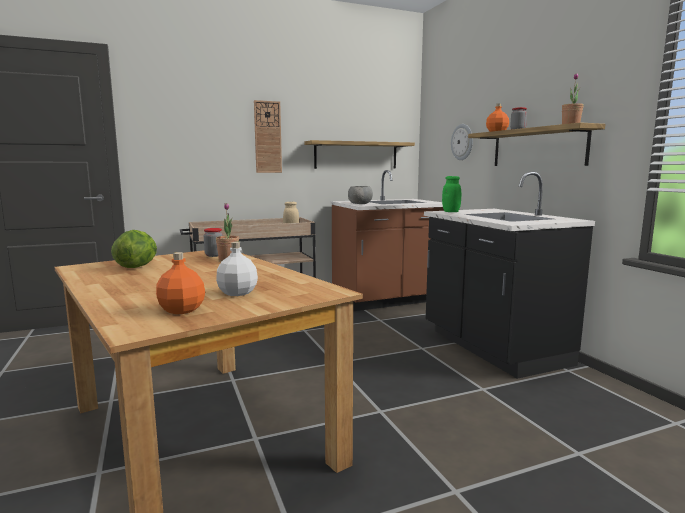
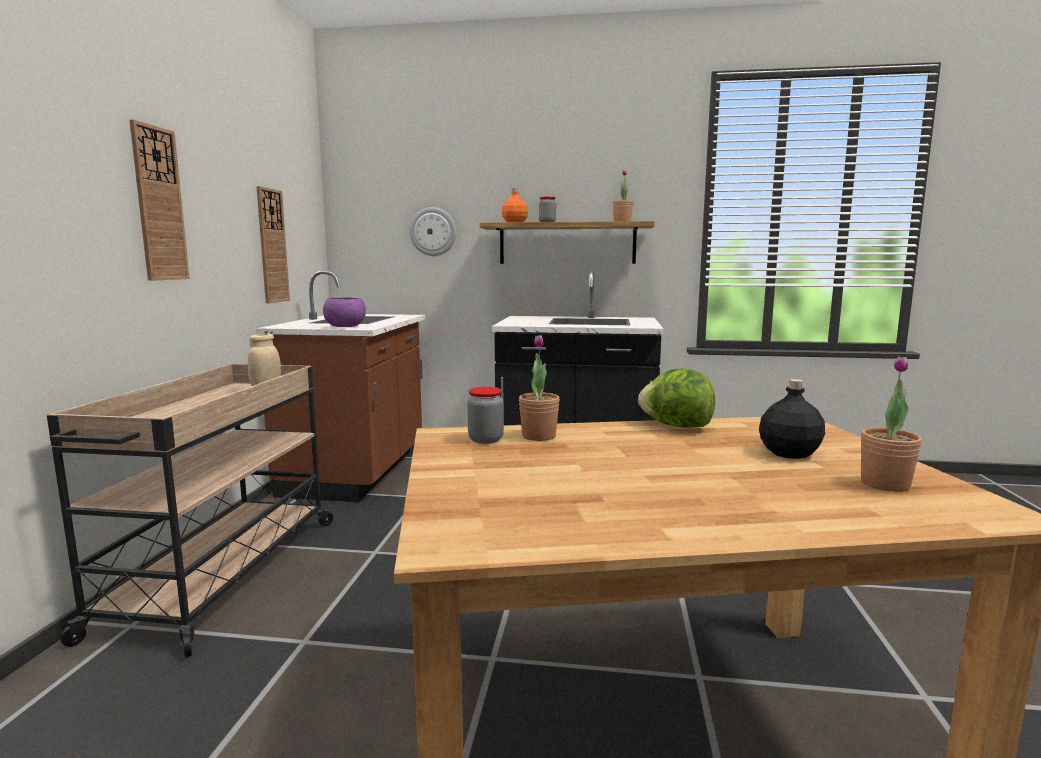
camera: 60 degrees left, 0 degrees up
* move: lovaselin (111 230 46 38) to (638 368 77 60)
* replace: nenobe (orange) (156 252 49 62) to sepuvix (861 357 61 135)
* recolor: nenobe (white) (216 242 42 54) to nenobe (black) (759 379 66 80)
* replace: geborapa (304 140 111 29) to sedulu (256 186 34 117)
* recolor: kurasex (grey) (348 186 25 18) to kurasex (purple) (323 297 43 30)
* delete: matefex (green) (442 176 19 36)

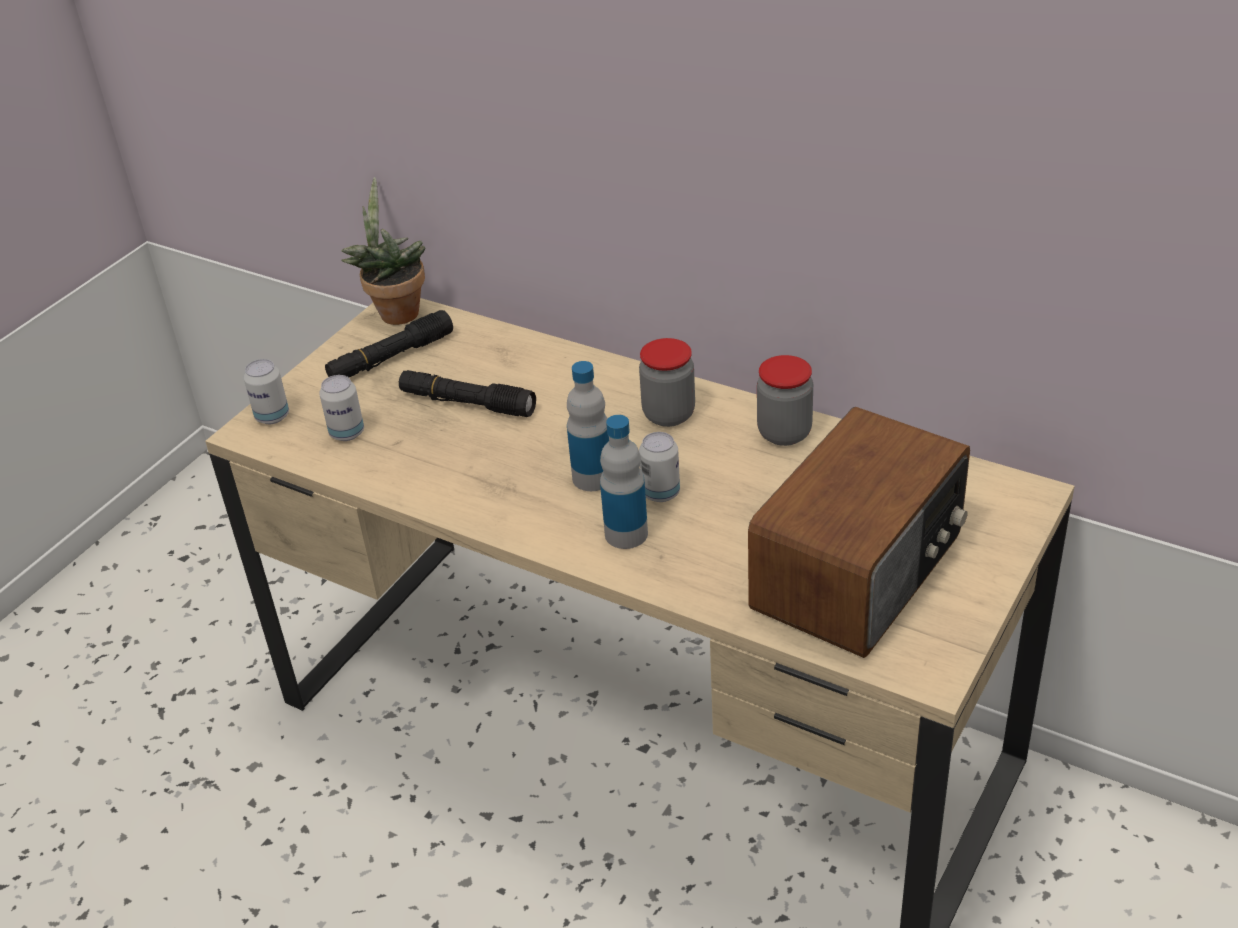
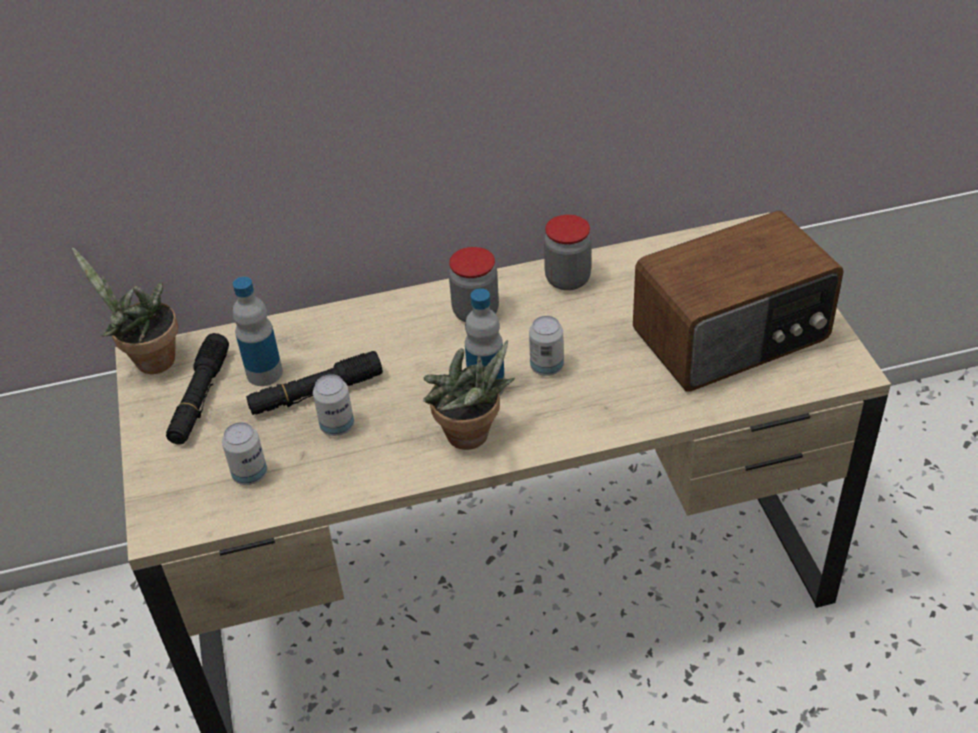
camera: 45 degrees left, 5 degrees up
* move: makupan (244 359 45 65) to (313 374 41 62)
* move: nenobe (600 415 48 134) to (233 277 50 109)
* rotate: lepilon (748 407 222 251) = (633 211 211 181) 75 degrees clockwise
* insert: sepuvix (423 340 92 110)

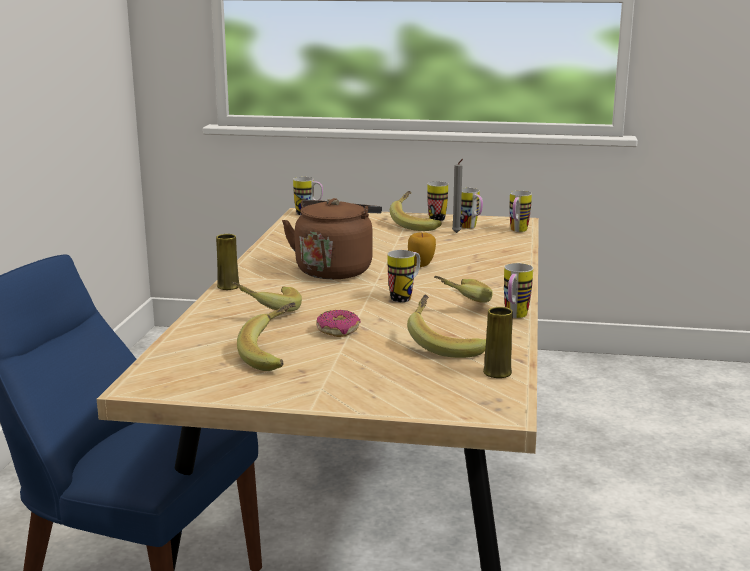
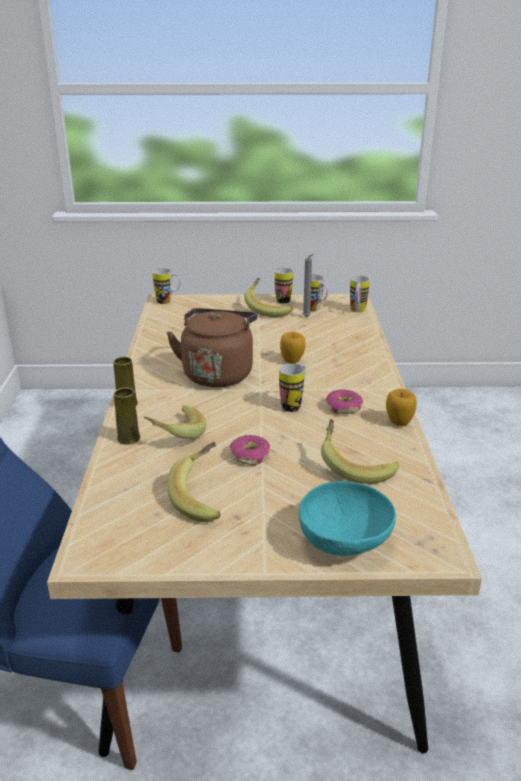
camera: 10 degrees left, 10 degrees up
* replace: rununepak (434 276 59 27) to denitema (326 389 37 25)
* move: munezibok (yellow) (483 307 30 71) to (114 388 26 57)
* replace: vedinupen (504 263 29 55) to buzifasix (386 389 31 37)
* insert: kurasex (turquoise) (299 481 97 75)

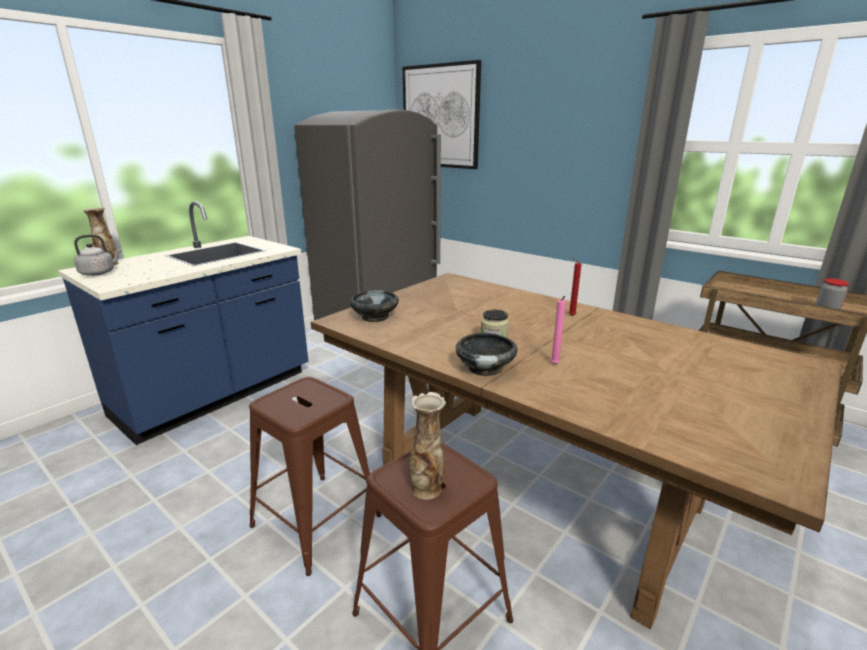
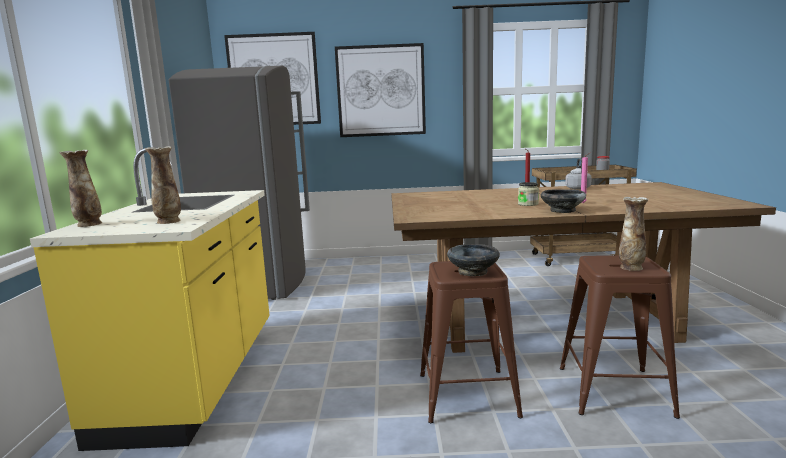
camera: 40 degrees left, 10 degrees down
* recolor: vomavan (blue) (58 201 250 244) to vomavan (yellow) (30 148 240 303)
* move: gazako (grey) (74 234 48 42) to (565 158 27 32)
* move: kurasex (black) (350 290 49 32) to (447 244 53 32)
* insert: munezibok (145 146 36 78)
* insert: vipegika (335 43 91 94)

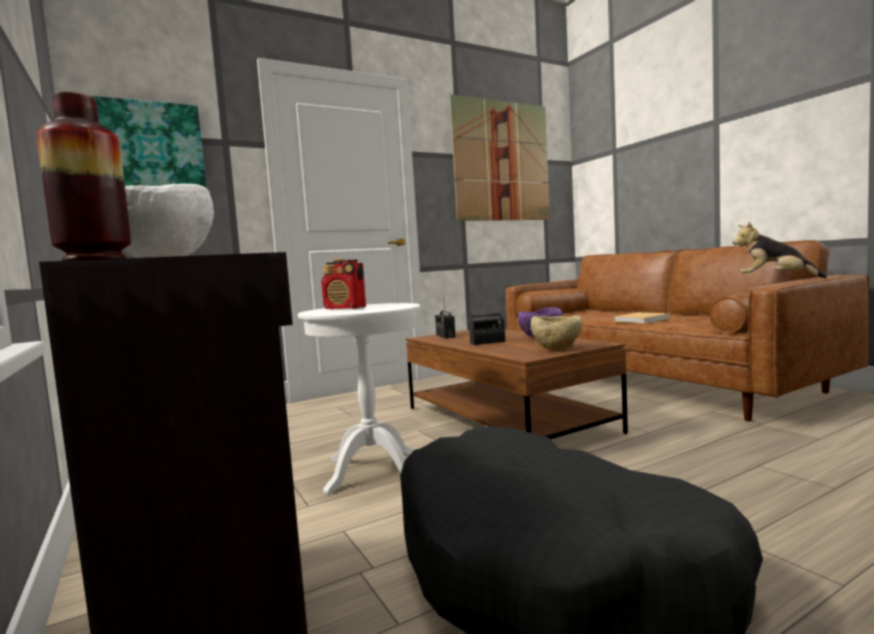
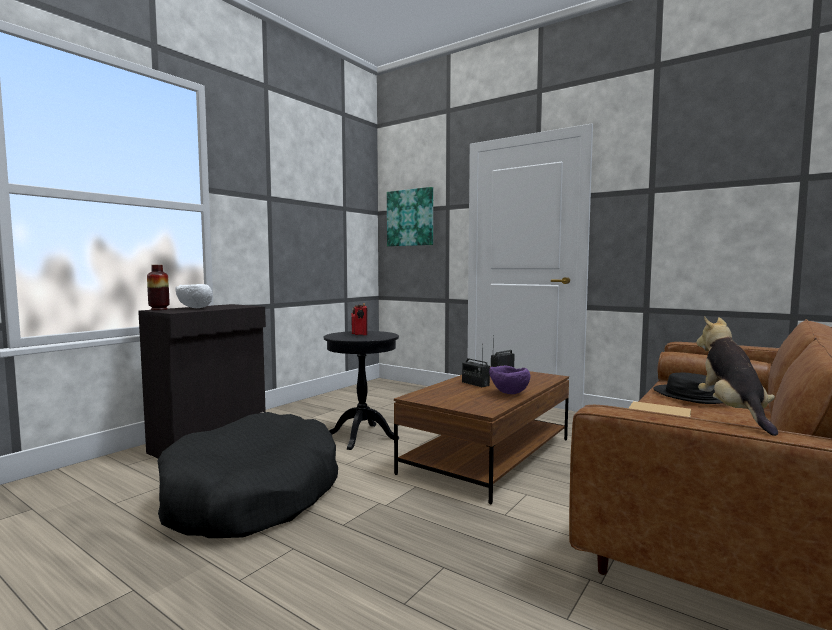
camera: 65 degrees right, 0 degrees up
* recolor: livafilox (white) (298 303 122 192) to livafilox (black) (324 331 75 119)
* delete: vipegika (450 94 100 127)
* delete: kurasex (beige) (531 315 52 35)
* insert: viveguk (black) (653 373 70 31)

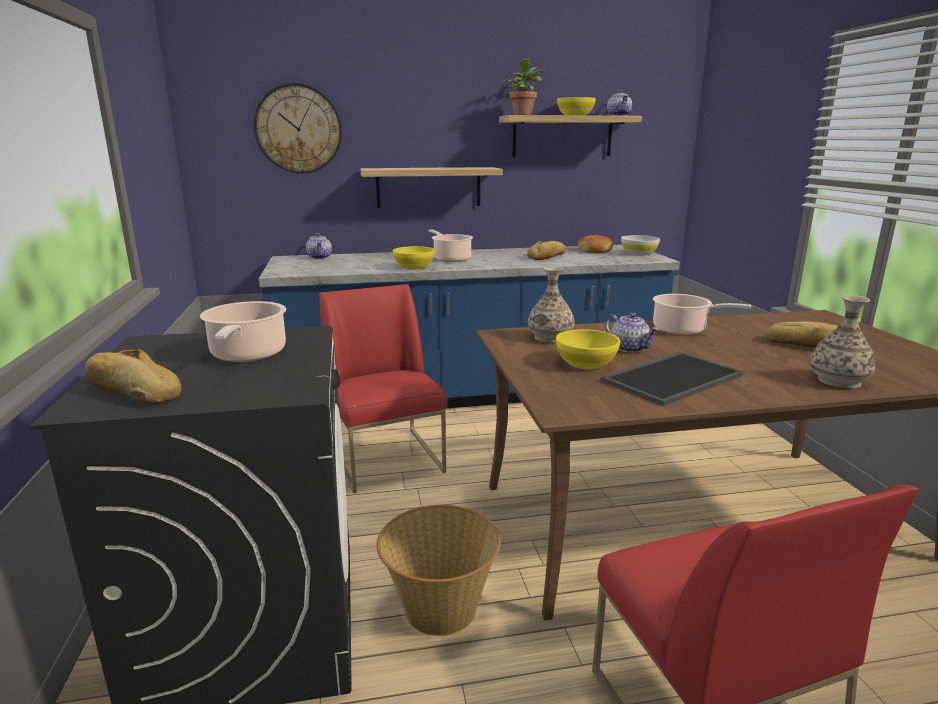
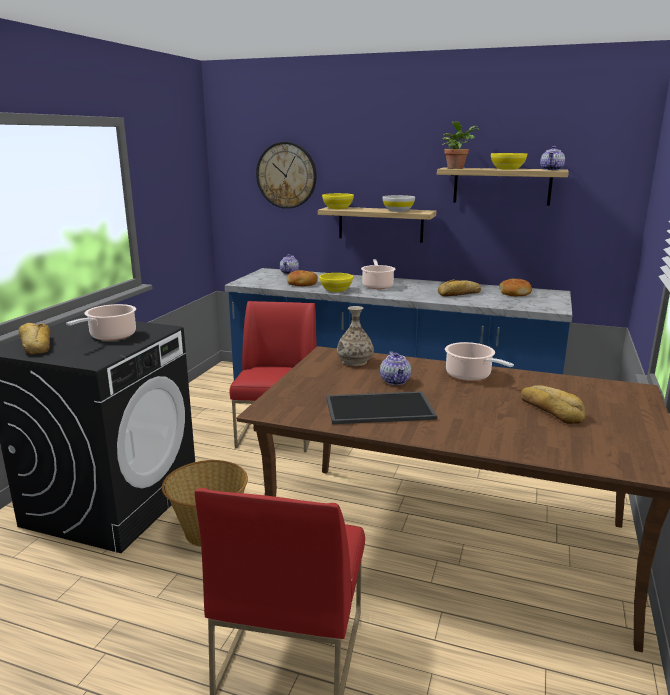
camera: 30 degrees right, 0 degrees up
* move: kurasex (yellow) (556 329 64 40) to (322 193 32 16)
* move: kurasex (white) (621 235 39 21) to (382 195 33 17)
* delete: munezibok (810 295 66 94)
* insert: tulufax (287 270 31 16)

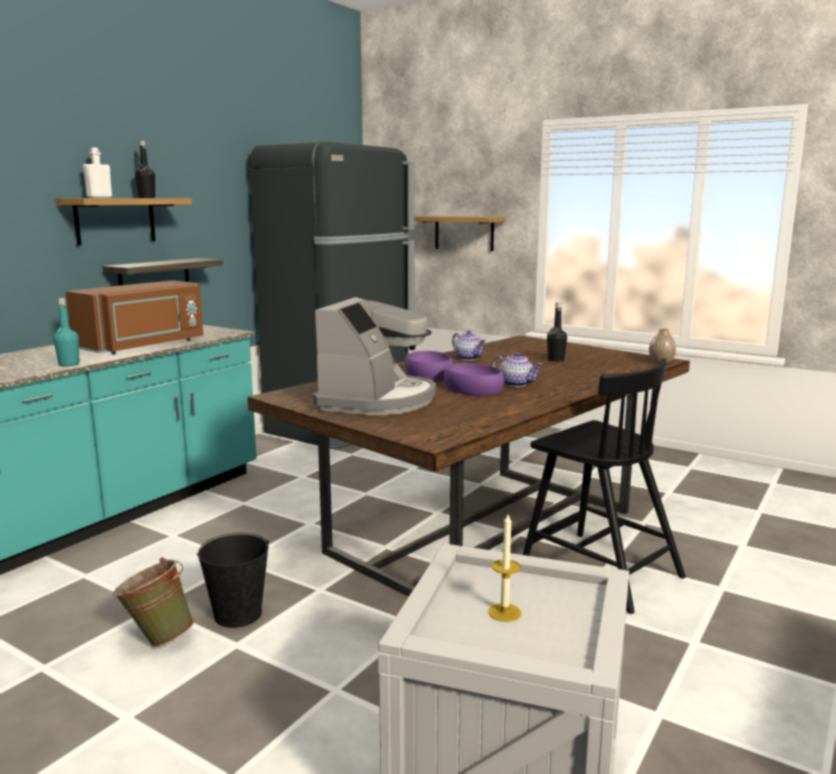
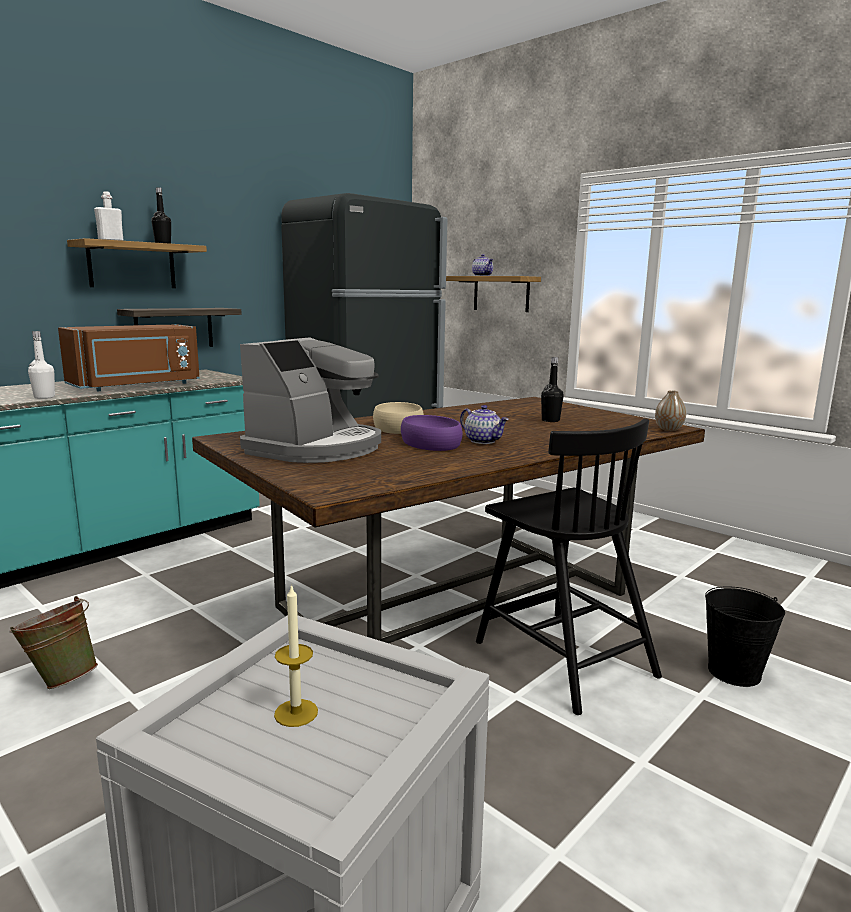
camera: 10 degrees right, 0 degrees up
* recolor: nenobe (turquoise) (53 298 27 69) to nenobe (white) (28 331 27 68)
* move: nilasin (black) (197 533 72 95) to (705 586 80 101)
* recolor: kurasex (purple) (405 351 48 31) to kurasex (beige) (373 402 51 32)
* move: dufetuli (452 330 34 30) to (472 254 21 22)

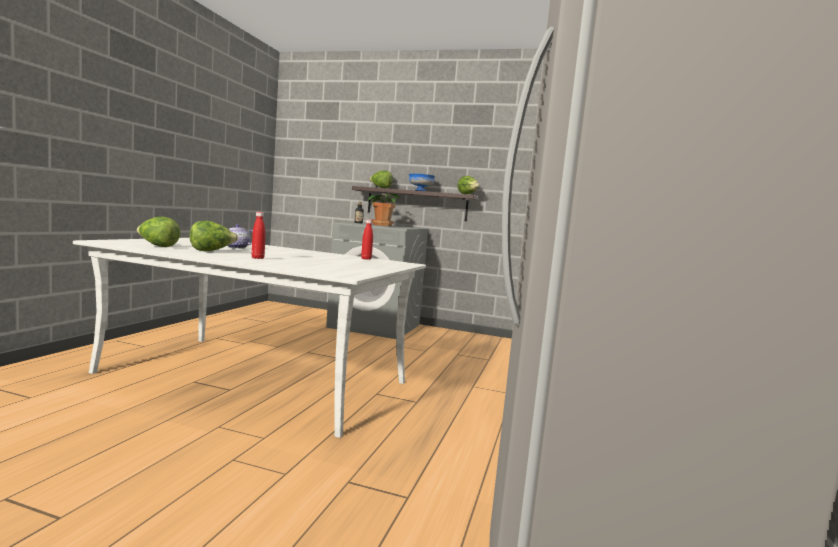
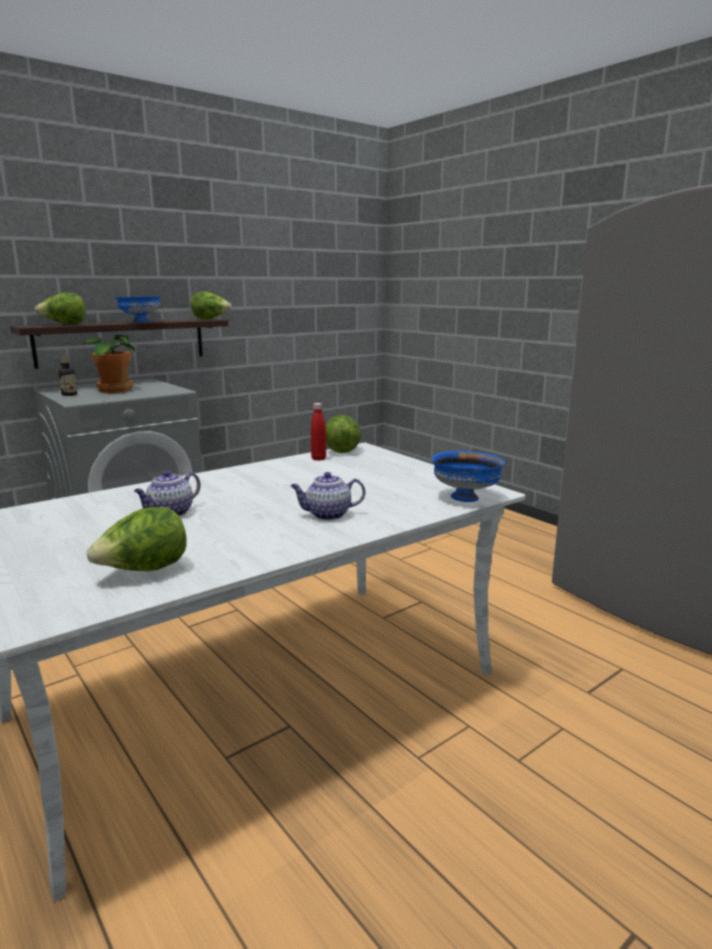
camera: 55 degrees left, 10 degrees up
* move: lovaselin (190 221 48 30) to (326 415 35 38)
* replace: nenobe (red) (252 212 13 47) to dufetuli (290 472 75 48)
* insert: kurasex (blue) (432 451 73 51)

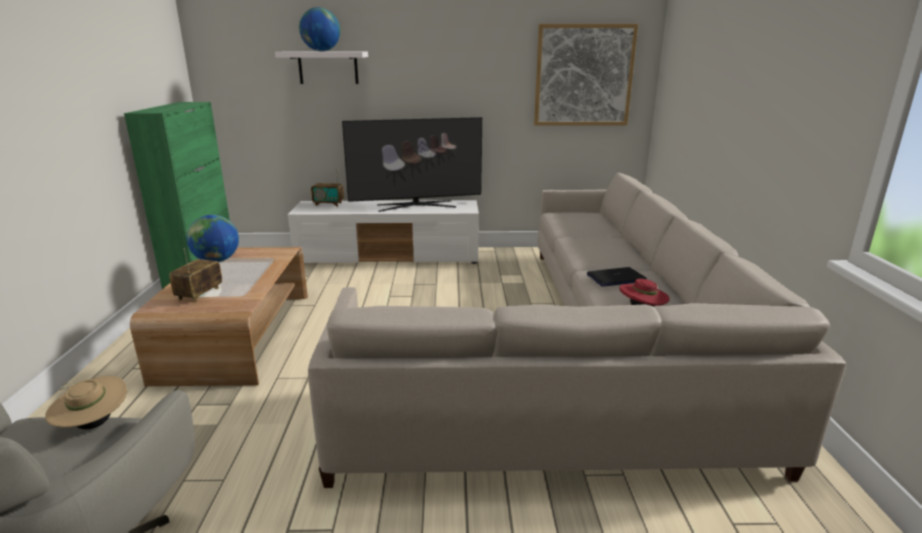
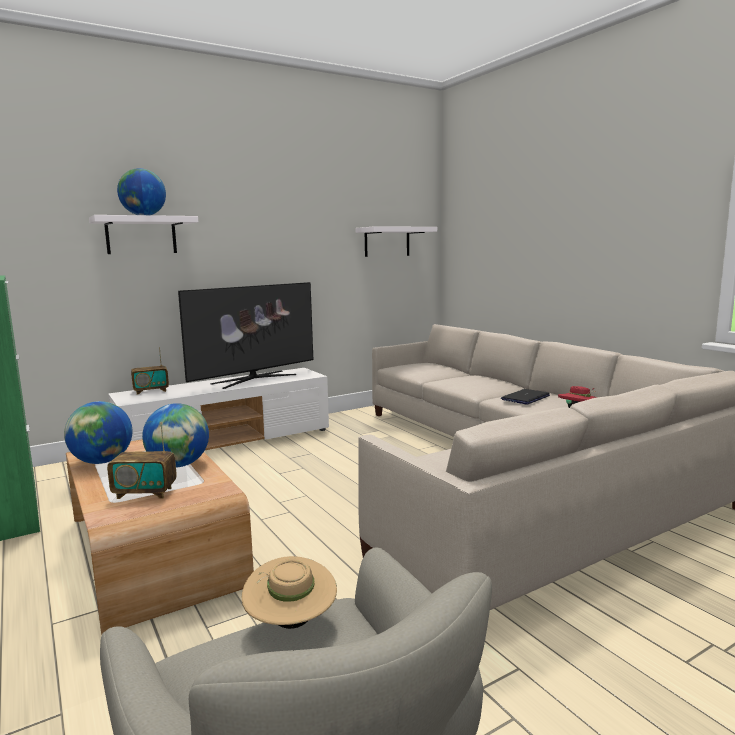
camera: 30 degrees left, 10 degrees down
* rotate: lepilon (169 248 53 55) = (107 422 70 77) 75 degrees counterclockwise
* replace: vipegika (534 24 104 102) to geborapa (white) (355 226 82 31)
* insert: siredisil (142 403 67 65)

